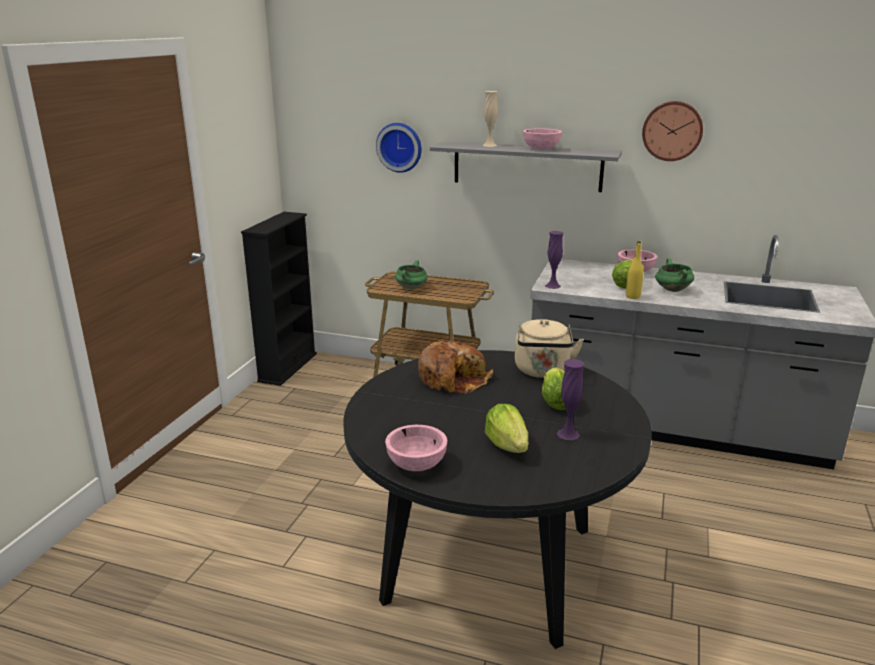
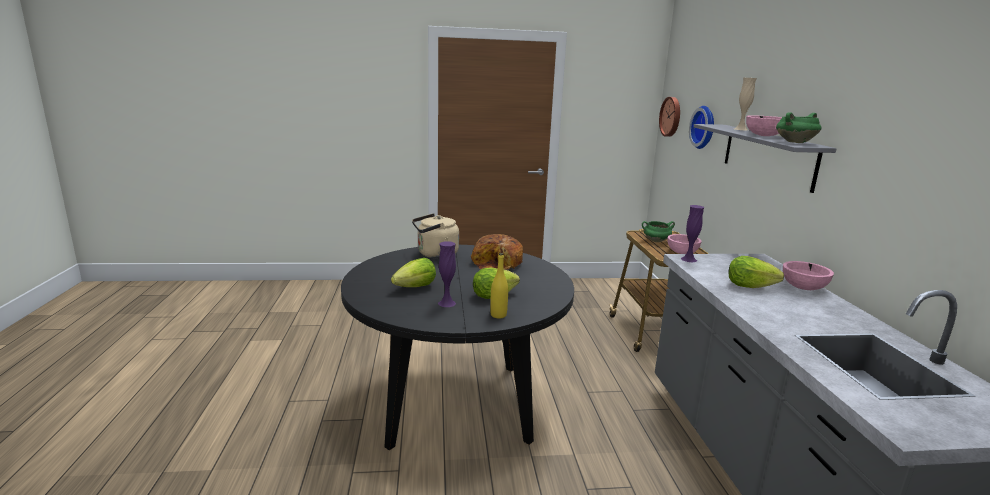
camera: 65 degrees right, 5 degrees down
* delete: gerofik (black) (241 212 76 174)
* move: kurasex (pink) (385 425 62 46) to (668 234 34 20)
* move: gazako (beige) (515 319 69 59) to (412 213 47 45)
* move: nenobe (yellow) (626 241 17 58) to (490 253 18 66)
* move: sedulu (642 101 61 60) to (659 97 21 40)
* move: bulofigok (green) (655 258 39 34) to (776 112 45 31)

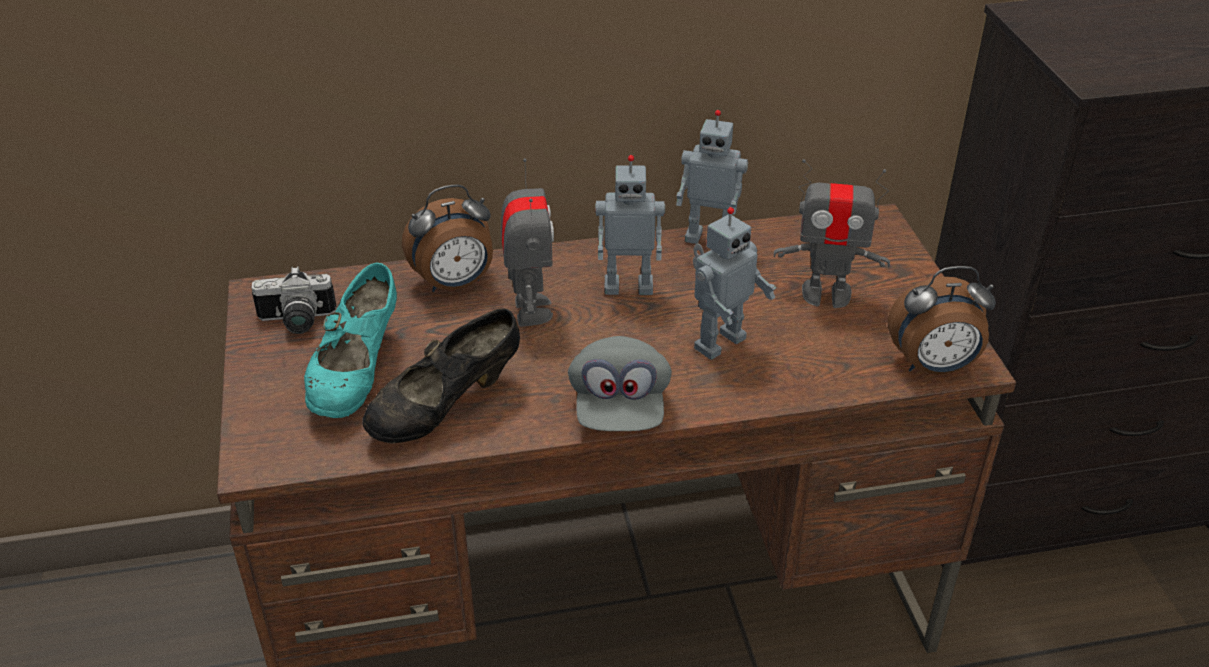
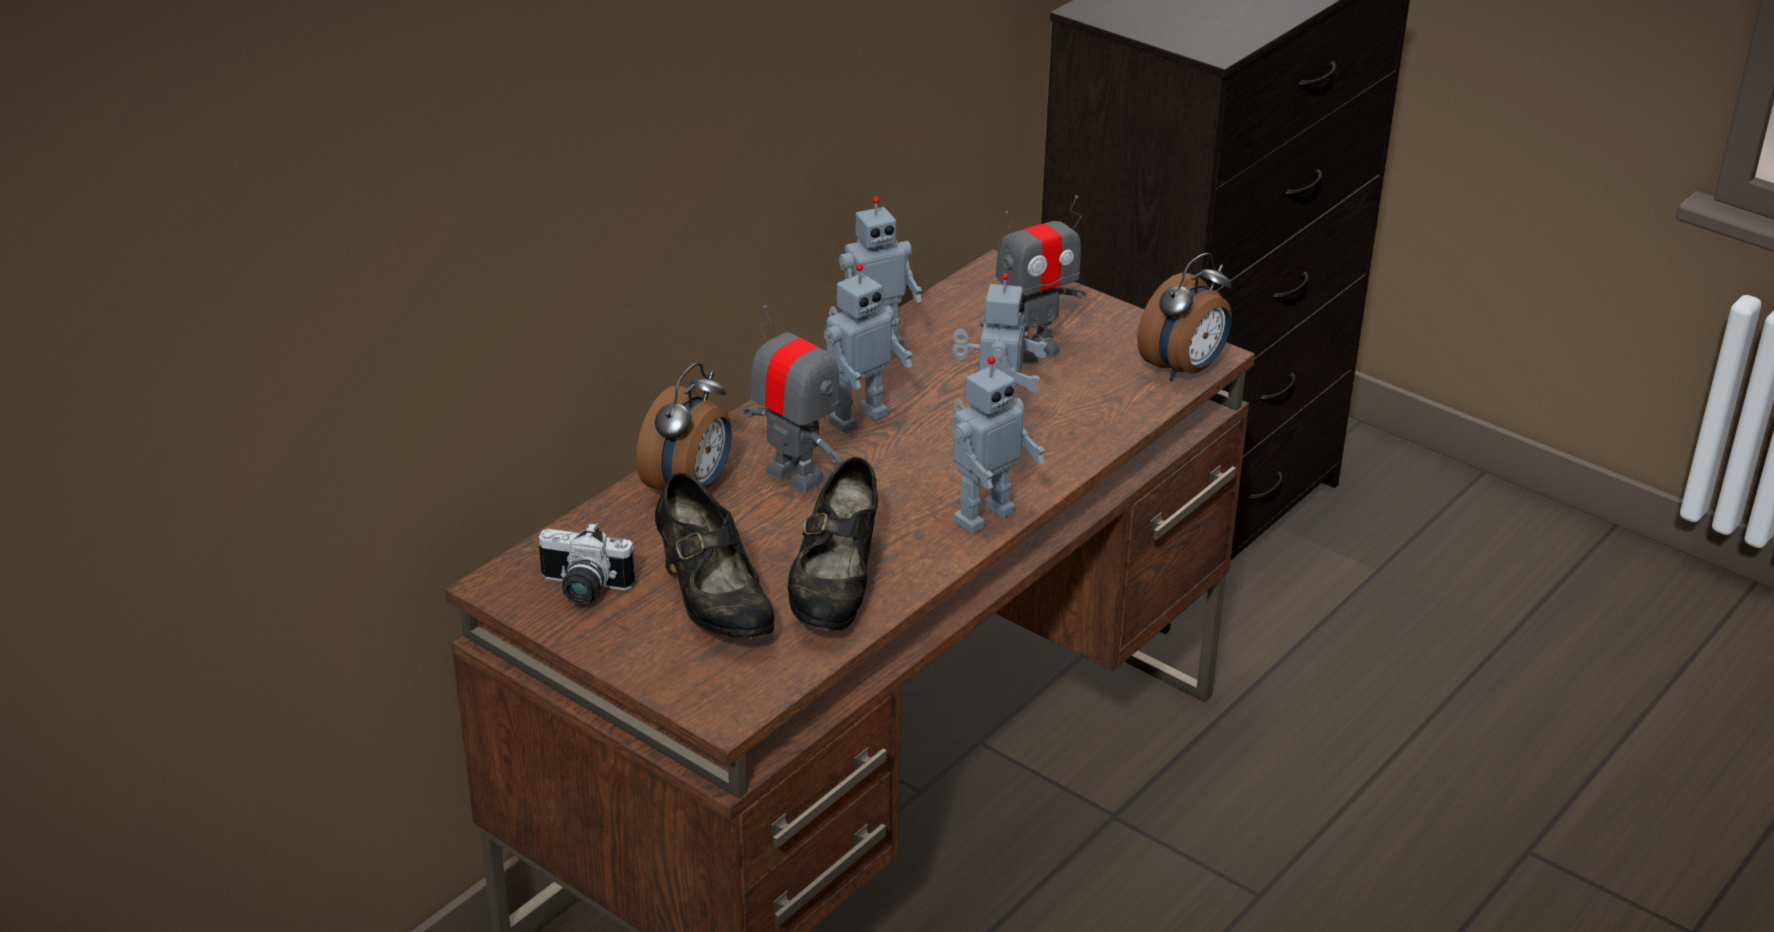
camera: 40 degrees left, 5 degrees down
* rotate: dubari (251 266 86 68) = (539 522 96 83) 60 degrees clockwise
* recolor: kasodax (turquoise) (304 263 93 155) to kasodax (black) (655 473 119 166)
* replace: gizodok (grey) (568 336 104 95) to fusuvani (952 357 93 176)

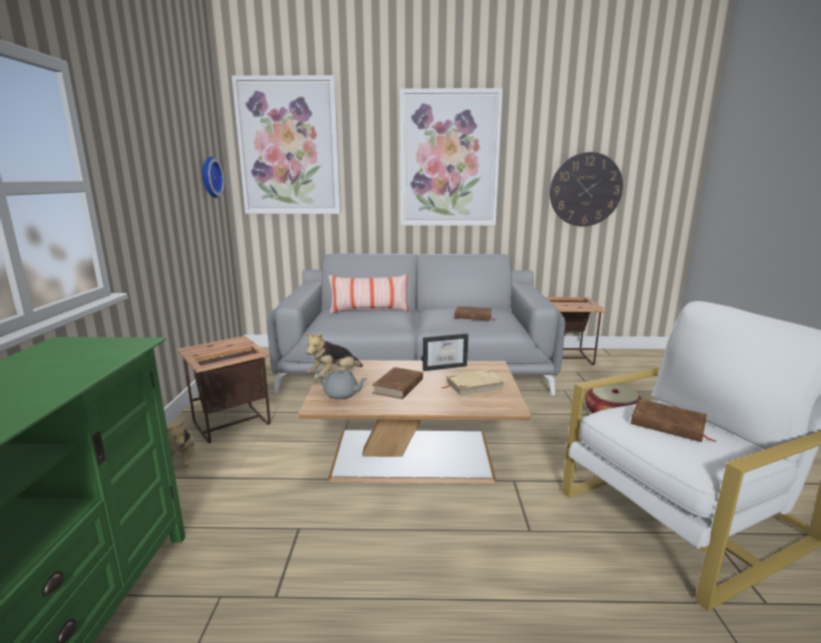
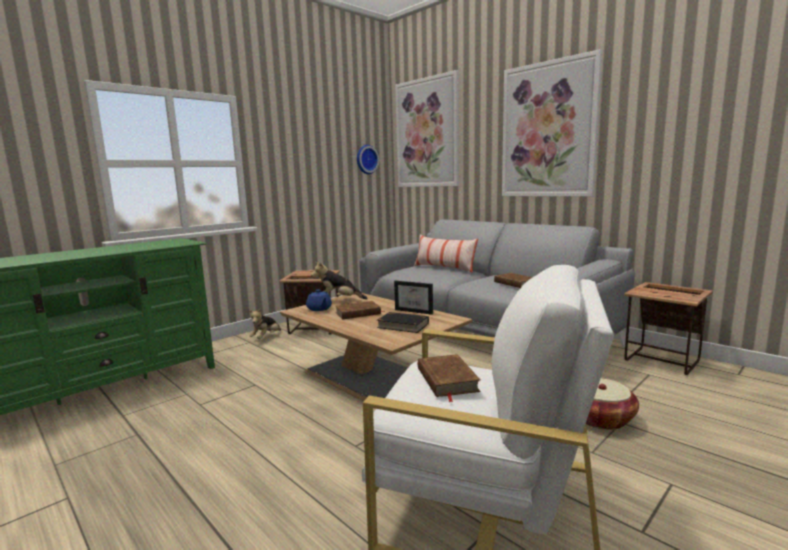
camera: 45 degrees right, 5 degrees down
* recolor: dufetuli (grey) (317 369 51 31) to dufetuli (blue) (306 289 26 22)
* recolor: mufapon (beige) (441 369 64 28) to mufapon (black) (377 312 52 21)
* delete: sedulu (550 152 73 75)

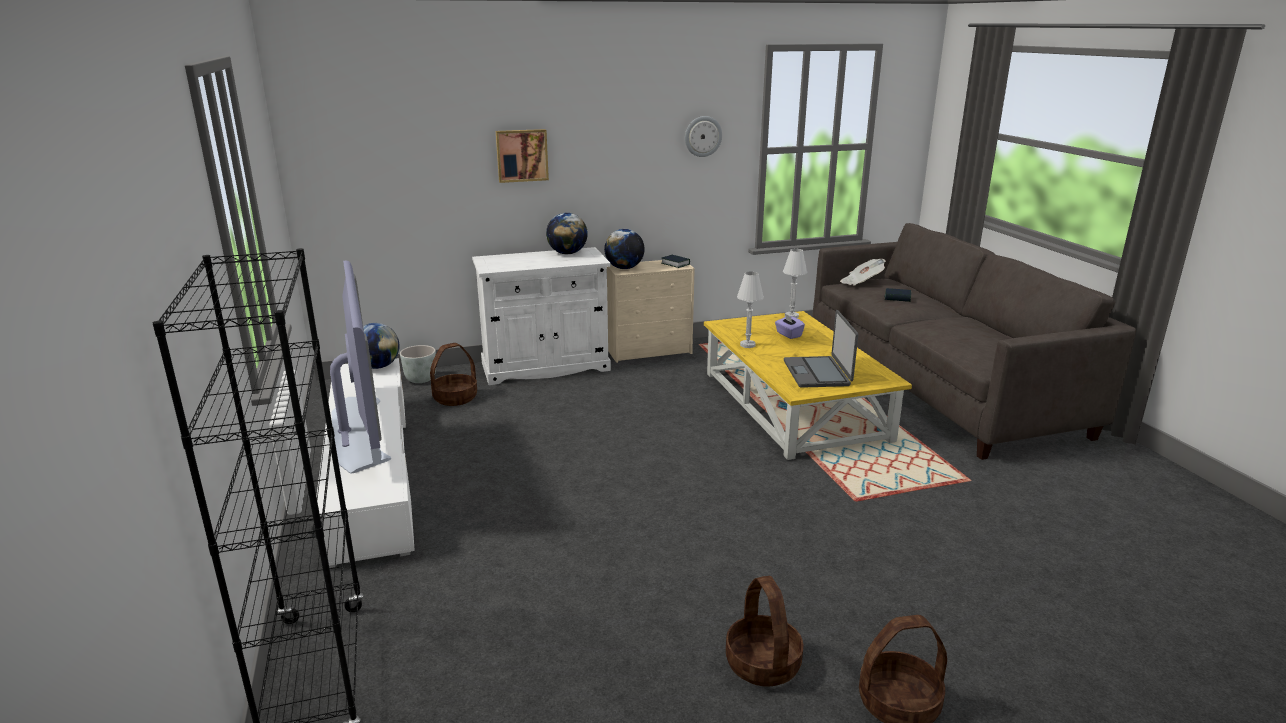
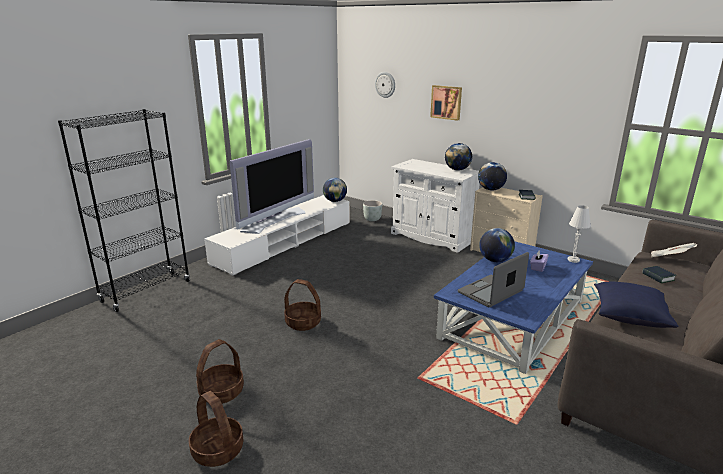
camera: 55 degrees right, 0 degrees up
* move: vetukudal (430 343 47 63) to (284 279 37 52)
* move: sedulu (685 116 37 41) to (375 72 20 26)
* recolor: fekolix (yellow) (704 311 208 149) to fekolix (blue) (434 241 159 133)
* replace: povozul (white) (737 271 27 77) to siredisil (479 228 36 34)
* insert: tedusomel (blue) (594 282 84 46)

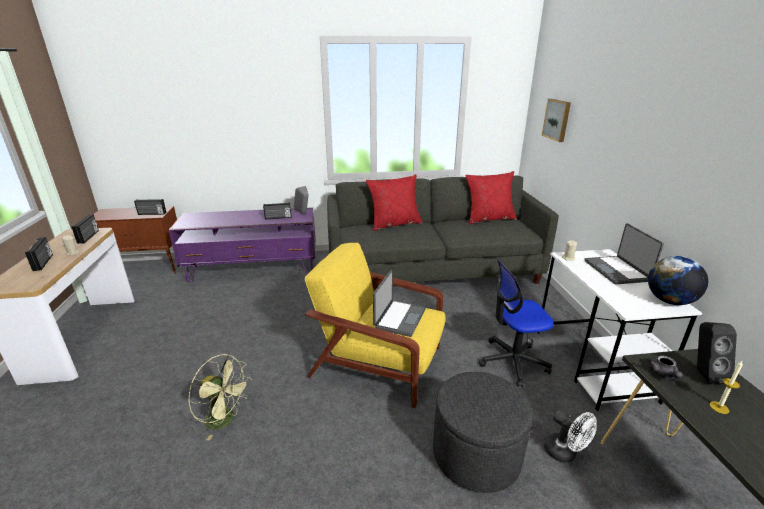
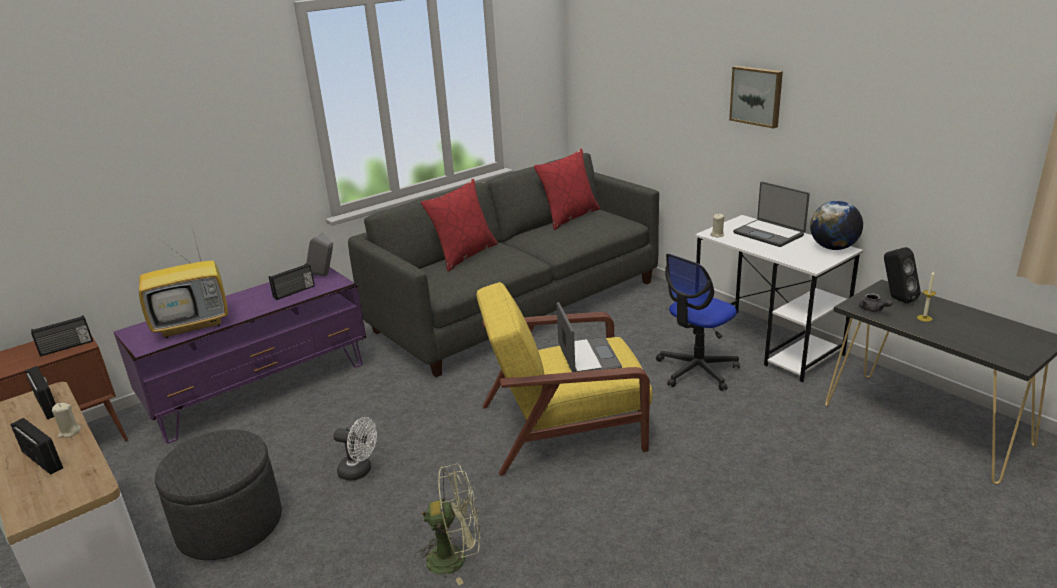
camera: 30 degrees left, 0 degrees up
* move: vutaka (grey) (433 372 99 121) to (155 430 127 130)
* move: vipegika (542 99 29 43) to (729 66 54 63)
* move: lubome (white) (544 410 53 53) to (334 417 43 64)
* insert: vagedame (139 221 89 117)

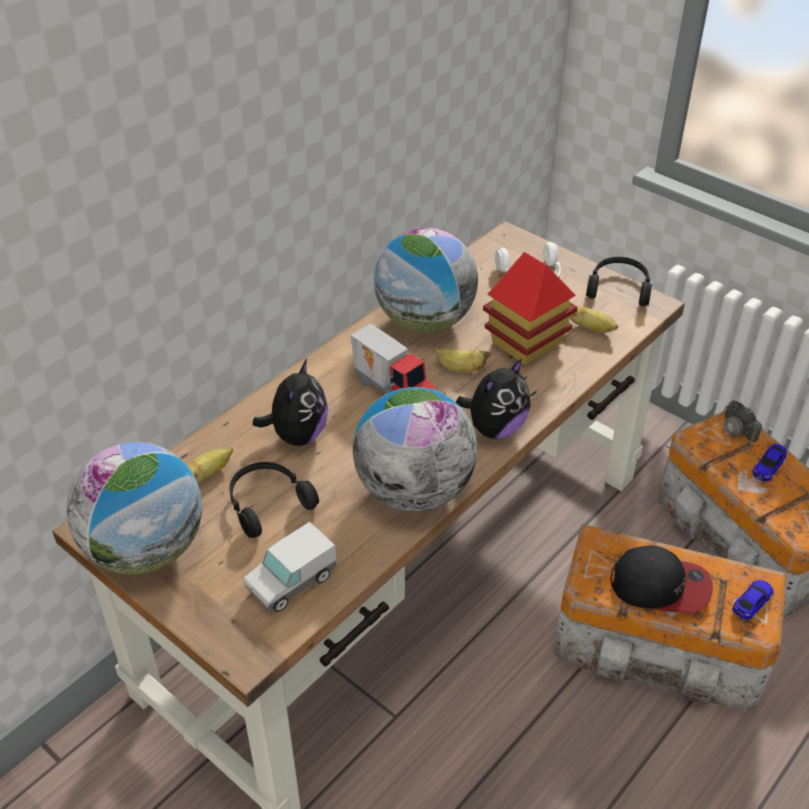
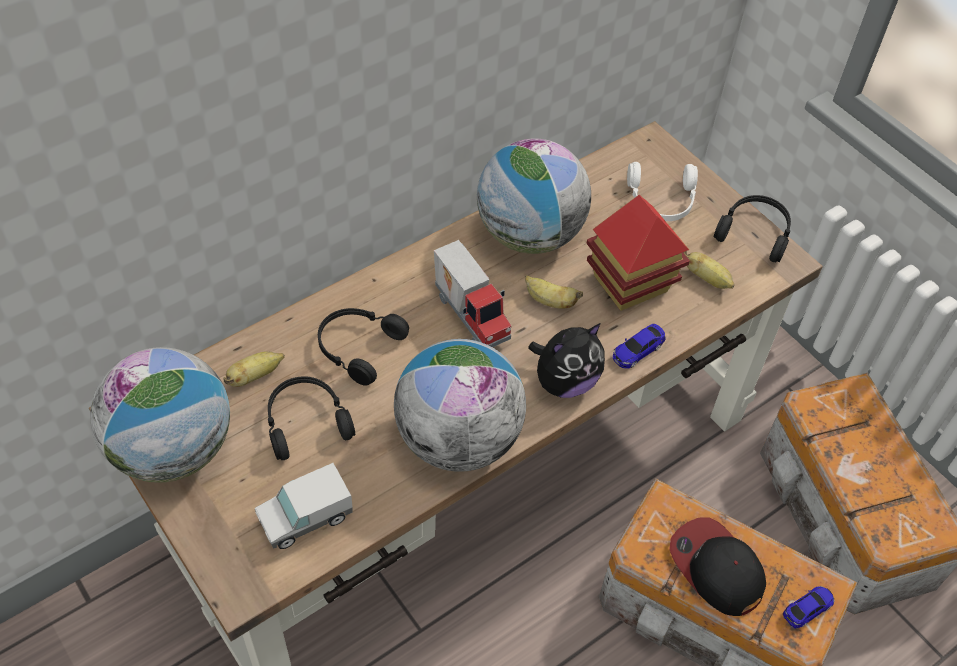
camera: 10 degrees right, 10 degrees up
* replace: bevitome (253 359 75 87) to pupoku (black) (318 308 91 78)
* rotate: gizodok (610 545 103 68) = (669 518 97 98) 150 degrees counterclockwise
* delete: dubari (717 400 45 53)
* move: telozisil (752 444 35 38) to (613 324 53 45)

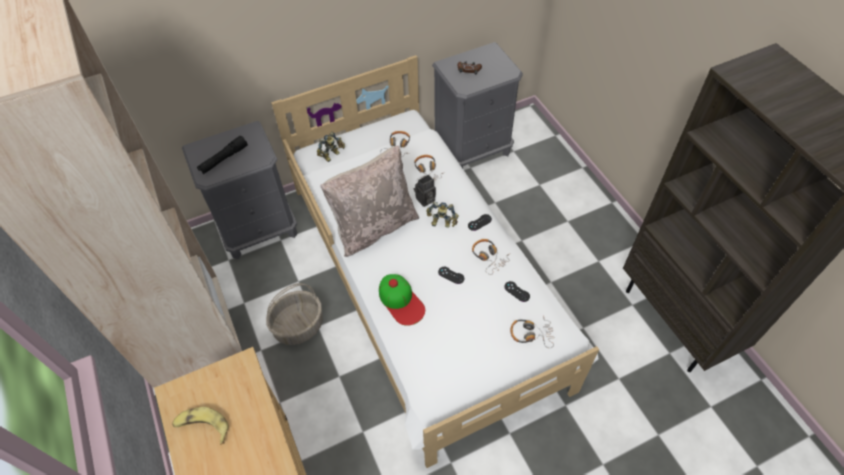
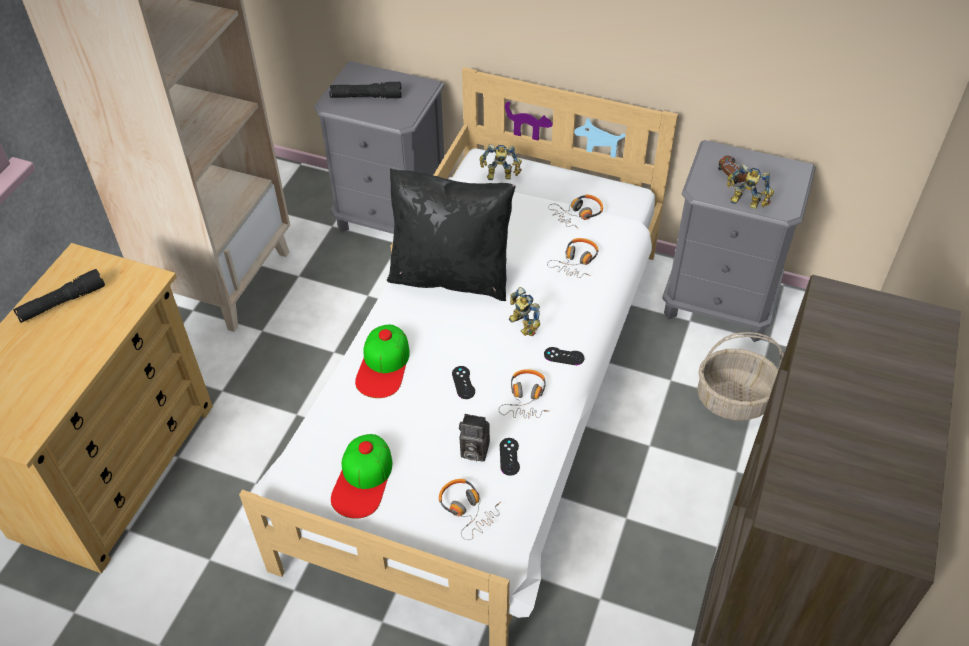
camera: 45 degrees right, 5 degrees down
* replace: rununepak (172 407 57 38) to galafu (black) (13 269 92 54)
* move: vetukudal (266 283 57 62) to (697 332 87 89)
* recolor: tedusomel (beige) (320 146 99 111) to tedusomel (black) (387 168 129 133)
* move: dubari (414 175 22 32) to (459 414 31 48)
* insert: gizodok (331 434 61 85)
* insert: fusuvani (727 164 47 45)

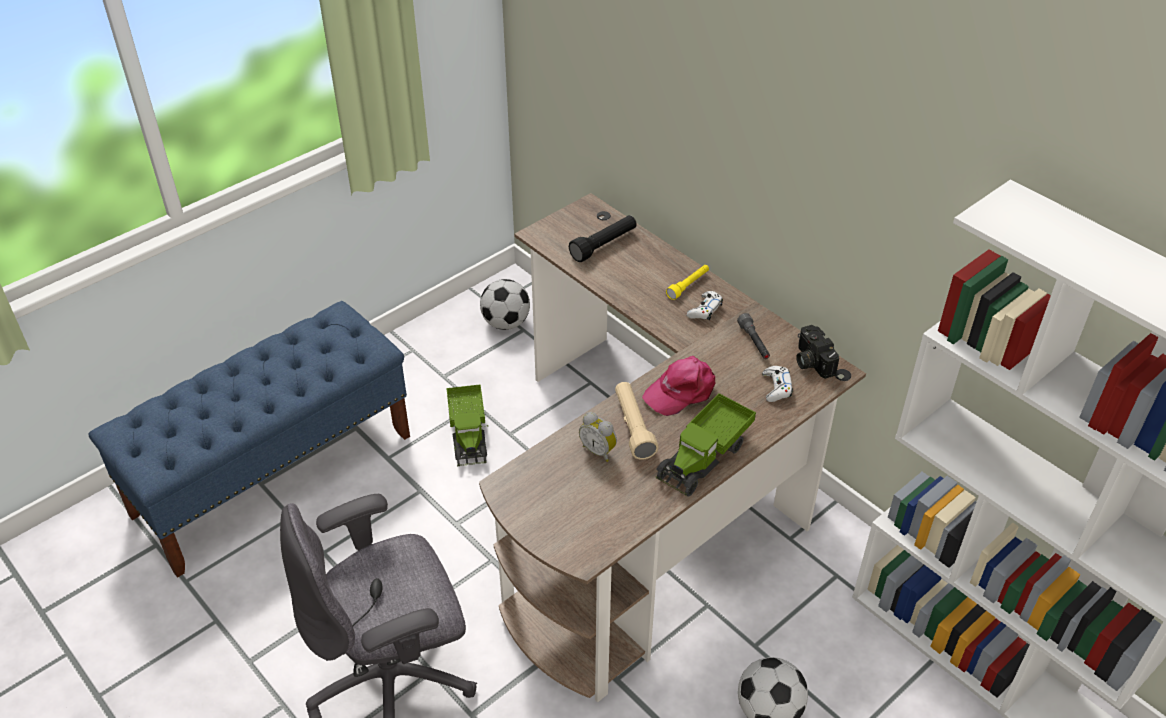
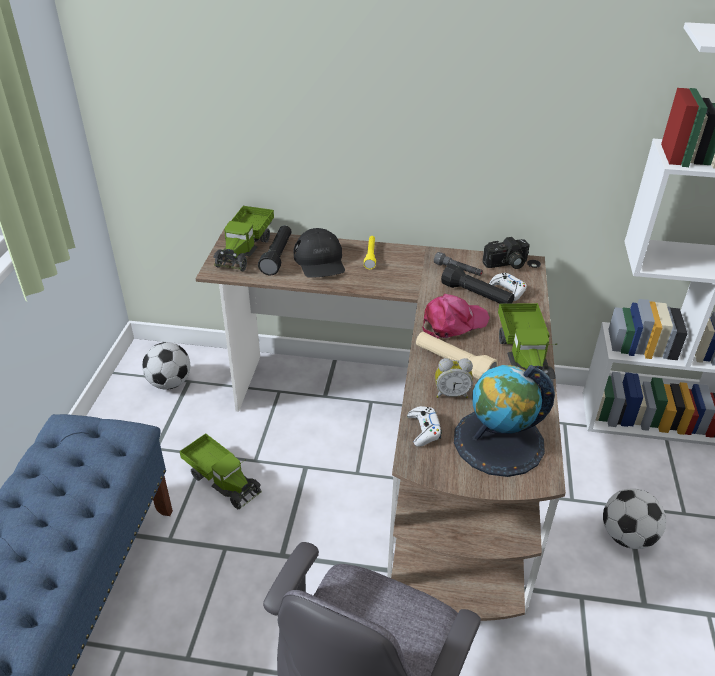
camera: 40 degrees left, 5 degrees down
* rotate: gizodok (pink) (642 356 74 60) = (422 294 68 45) 135 degrees counterclockwise
* move: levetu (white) (687 291 36 29) to (407 406 35 41)
* rotate: dubari (796 325 43 54) = (482 237 48 32) 45 degrees counterclockwise
* insert: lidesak (213 206 61 65)
* insert: gizodok (black) (293 228 52 50)
* insert: galafu (black) (441 264 73 40)
* insert: siredisil (454 365 101 112)

